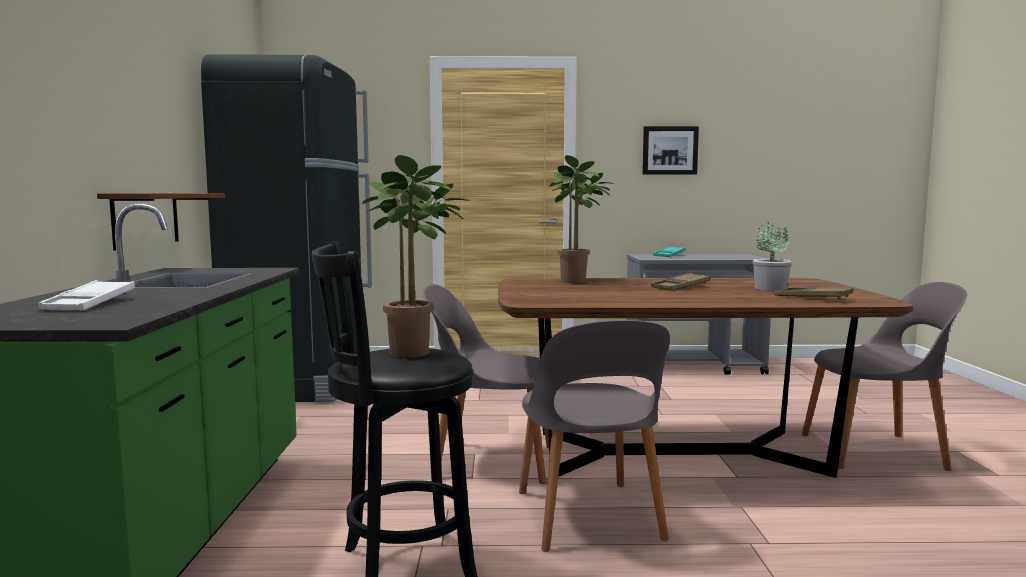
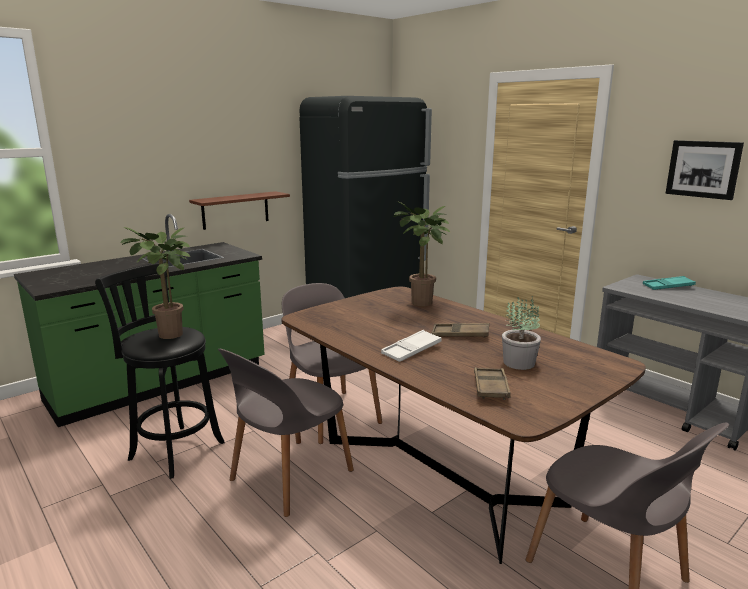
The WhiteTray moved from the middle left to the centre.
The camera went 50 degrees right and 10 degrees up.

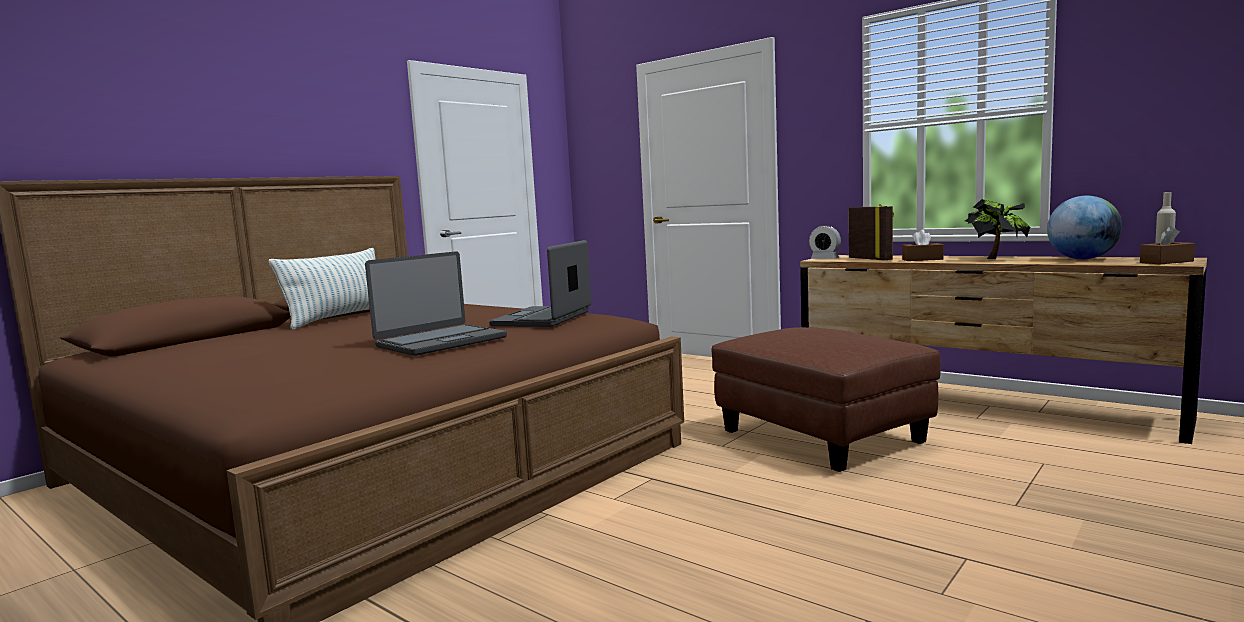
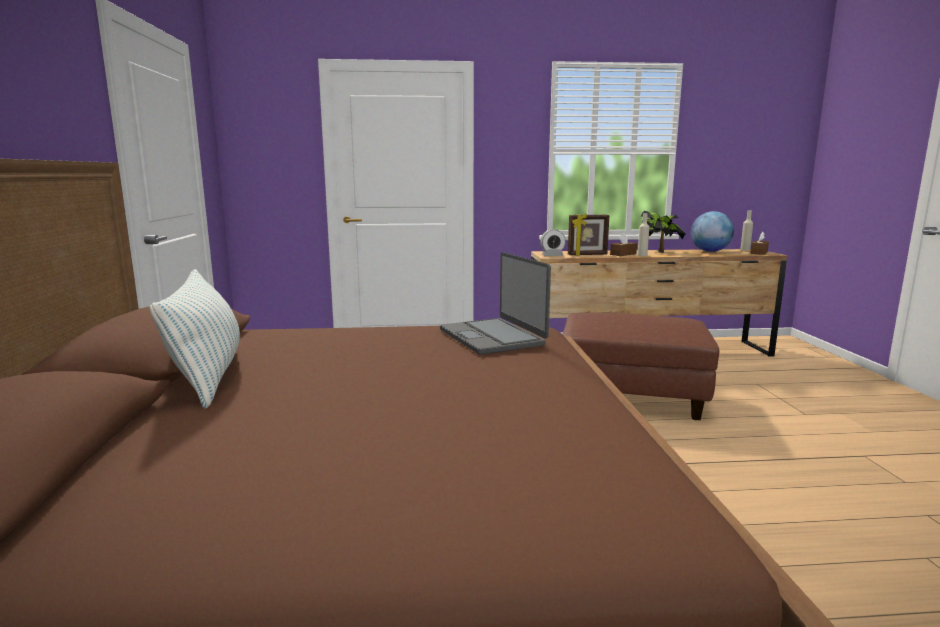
The Laptop (no. 1 from left) at the centre disappeared.
The PictureFrame at the middle right turned 150 degrees clockwise.
The BeigeBottle (no. 1 from left) at the middle right appeared.
The camera went 45 degrees left and 5 degrees up.

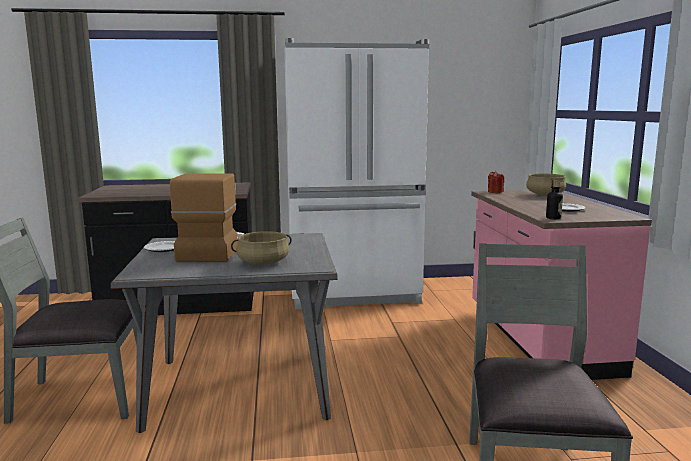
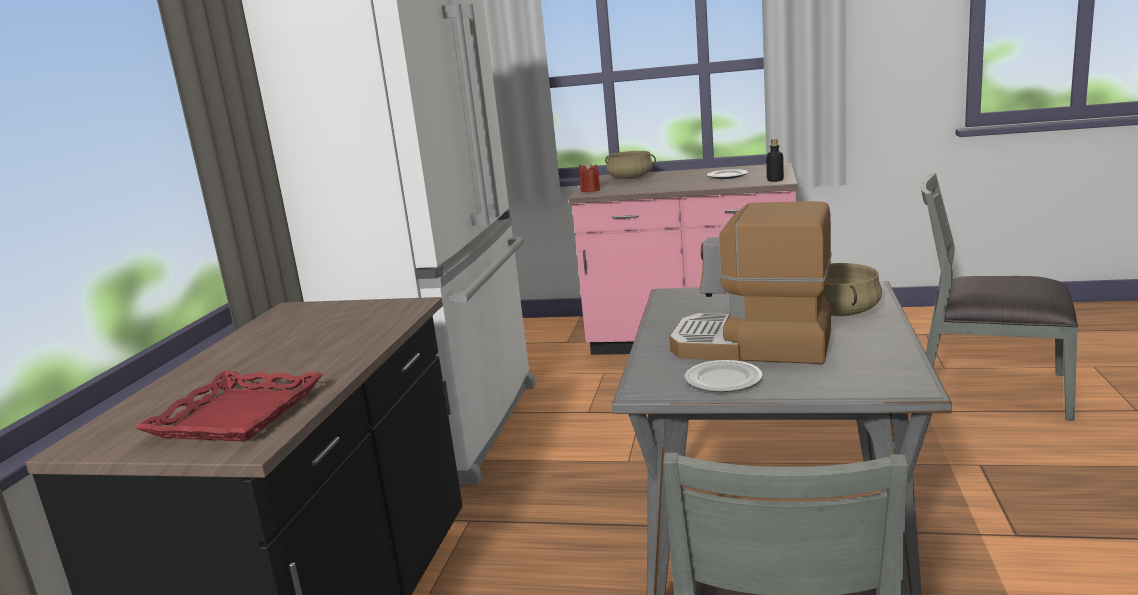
The RedTray at the bottom left appeared.
The camera went 70 degrees left and 5 degrees up.

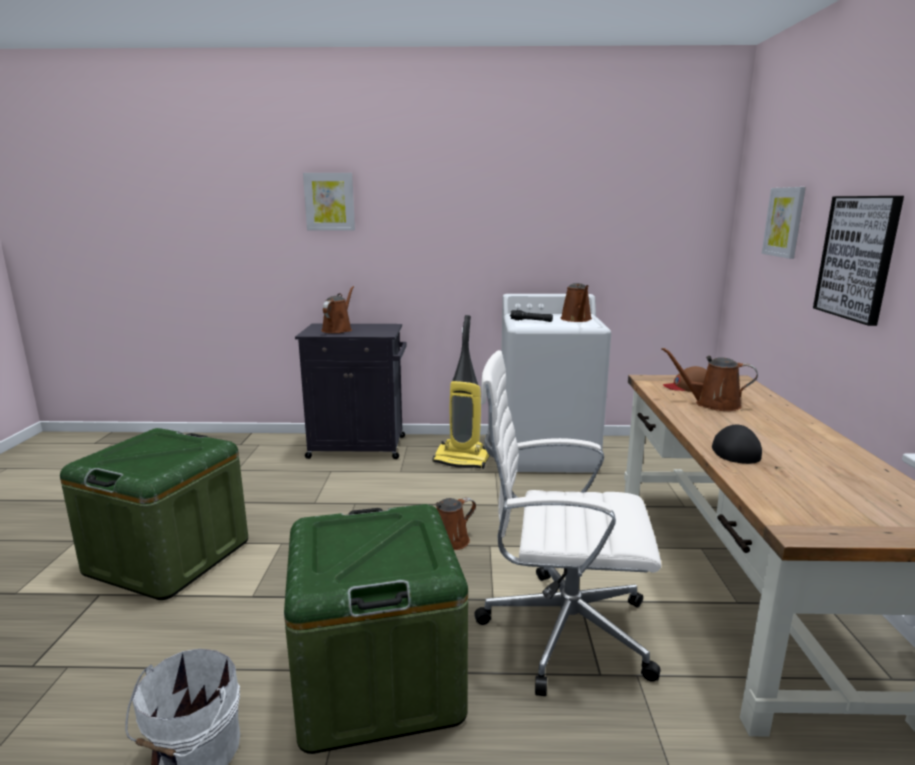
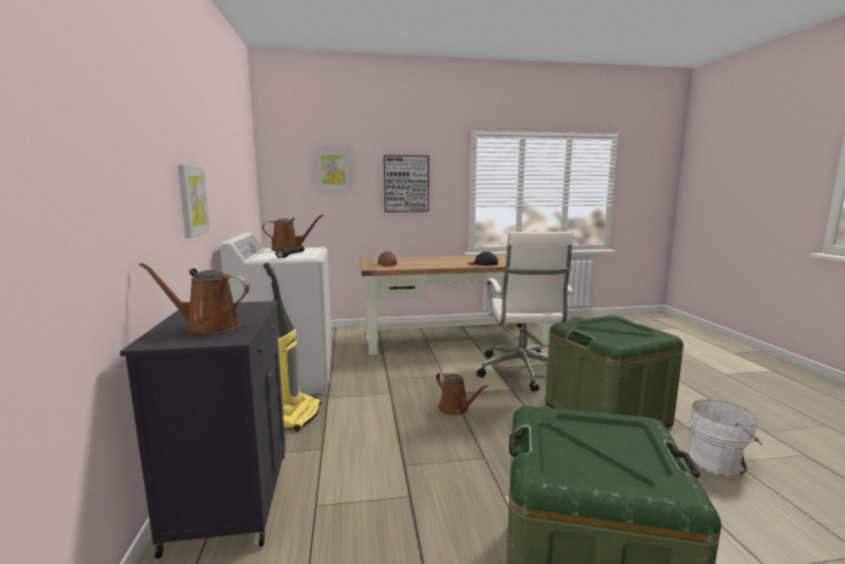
The Picture (no. 1 from left) moved from the top centre to the middle left.
The BrownWateringCan (no. 4 from left) at the middle right disappeared.
The camera went 100 degrees left and 5 degrees down.

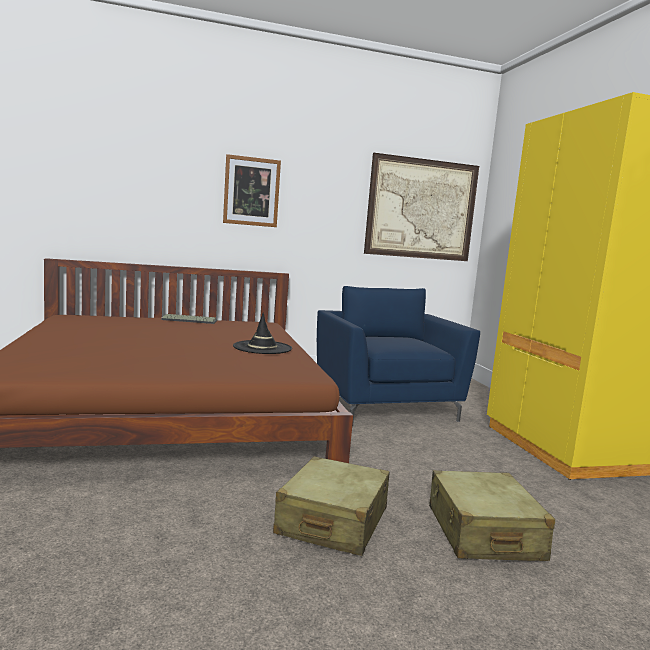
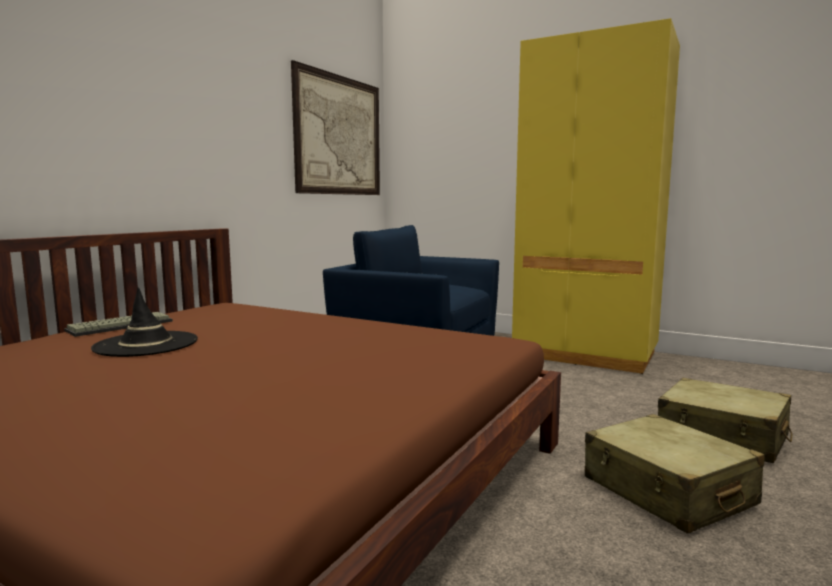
The Picture (no. 1 from left) at the top centre disappeared.
The BlackHat moved from the centre to the middle left.
The camera went 45 degrees left and 0 degrees up.

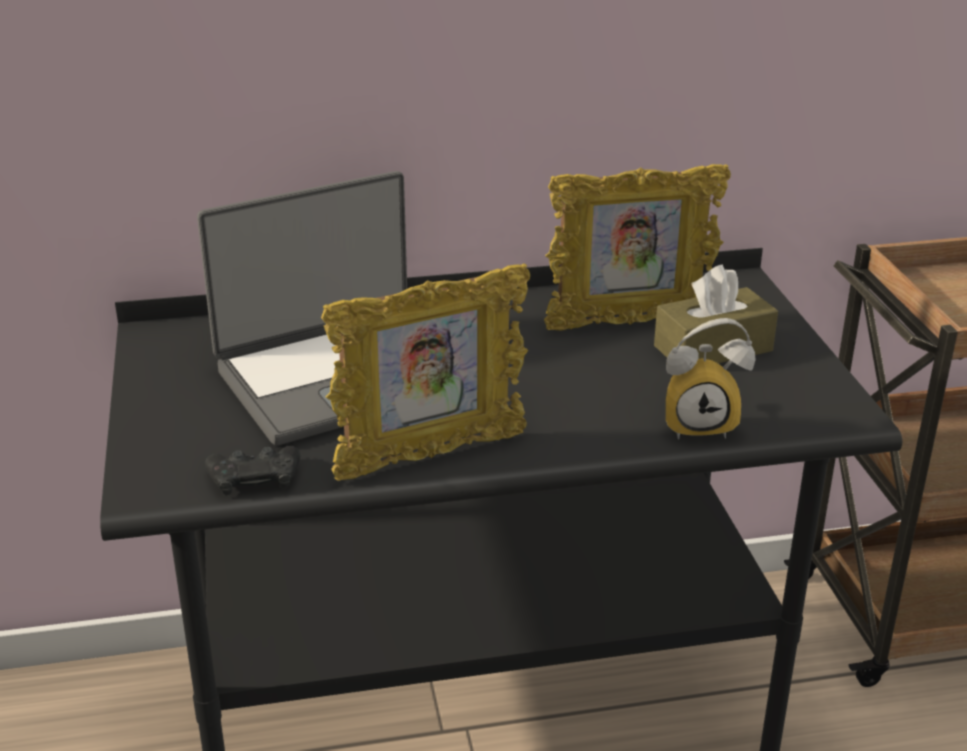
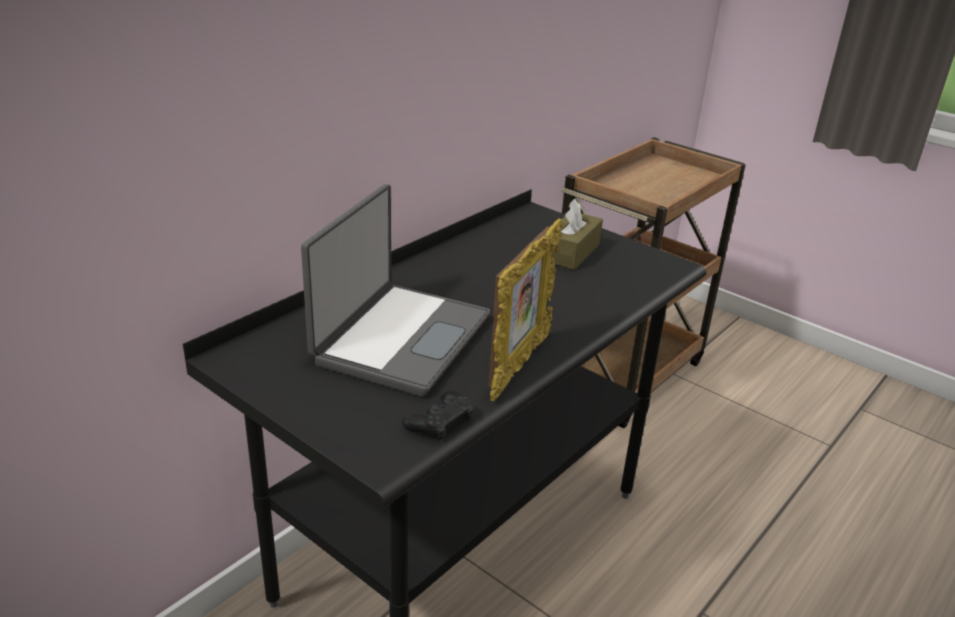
The PictureFrame (no. 2 from left) at the top centre disappeared.
The AlarmClock at the middle right disappeared.
The camera went 40 degrees left and 0 degrees up.

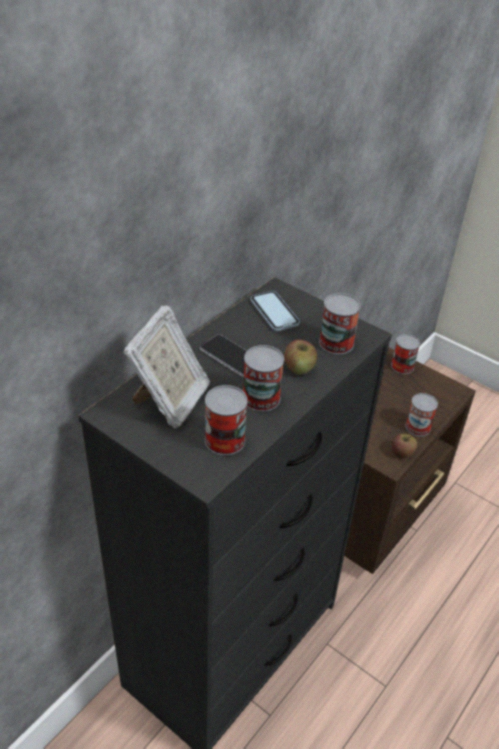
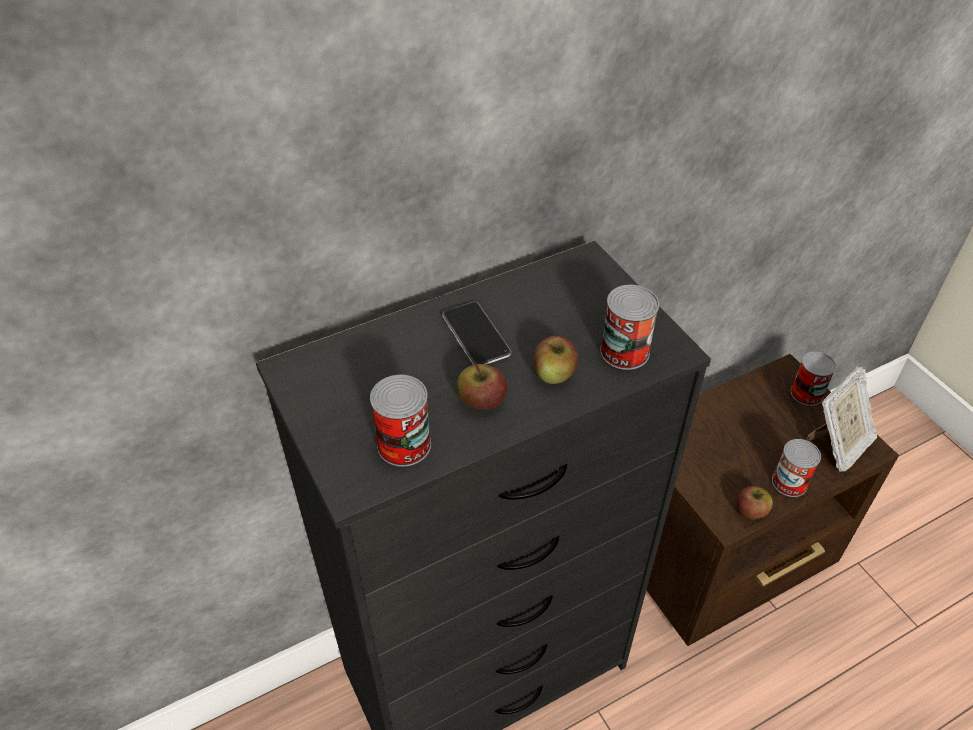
The PictureFrame moved from the centre to the middle right.
The Can (no. 2 from left) at the centre was replaced by the Apple (no. 1 from left) at the centre.
The Phone (no. 2 from left) at the centre disappeared.
The camera went 25 degrees right and 5 degrees up.

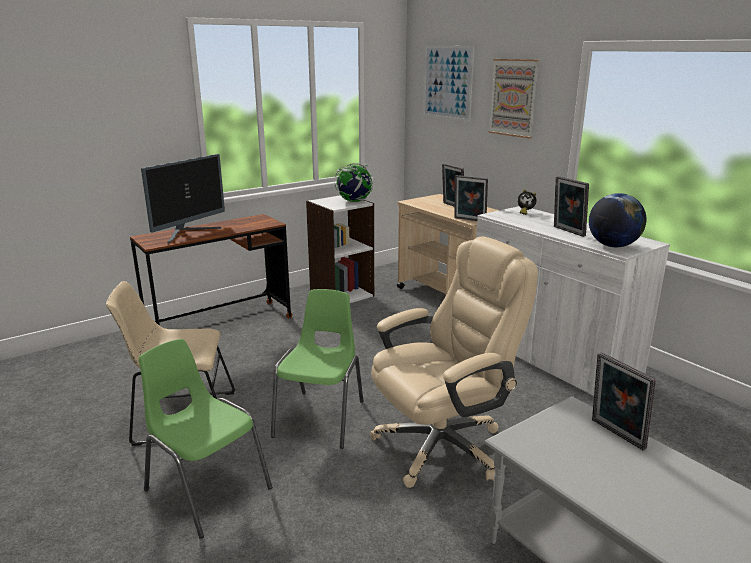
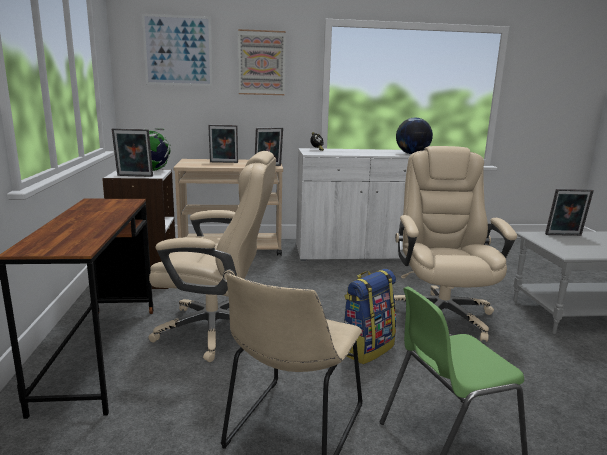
The Monitor at the middle left disappeared.
The GreenChair (no. 2 from left) at the centre was replaced by the Backpack at the bottom centre.
The PictureFrame (no. 3 from left in the first image) moved from the middle right to the middle left.
The BeigeOfficeChair (no. 1 from left) at the centre appeared.
The camera went 60 degrees left and 5 degrees down.

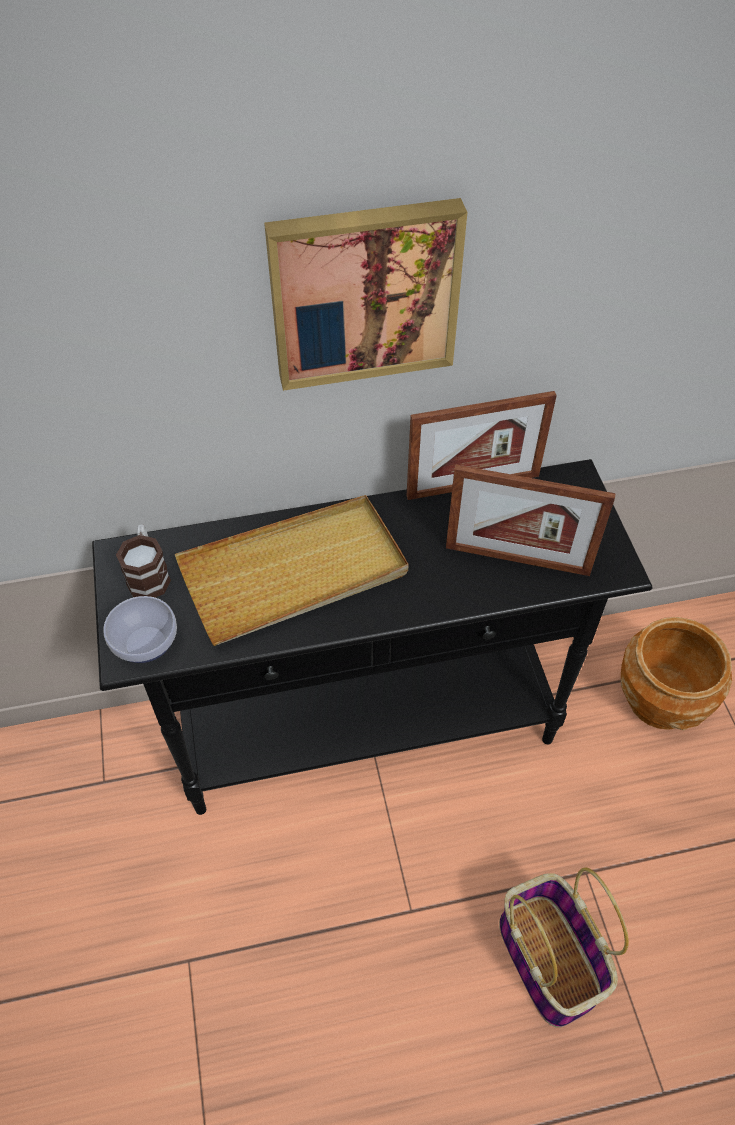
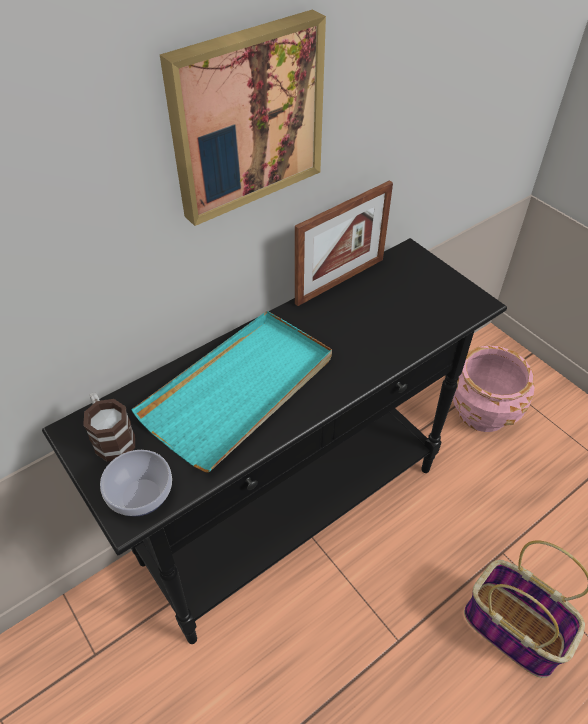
The BeigeTray at the centre became the TurquoiseTray at the centre.
The PictureFrame (no. 2 from left) at the middle right disappeared.
The BrownPlanter at the middle right became the PinkPlanter at the middle right.
The camera went 25 degrees left and 5 degrees down.

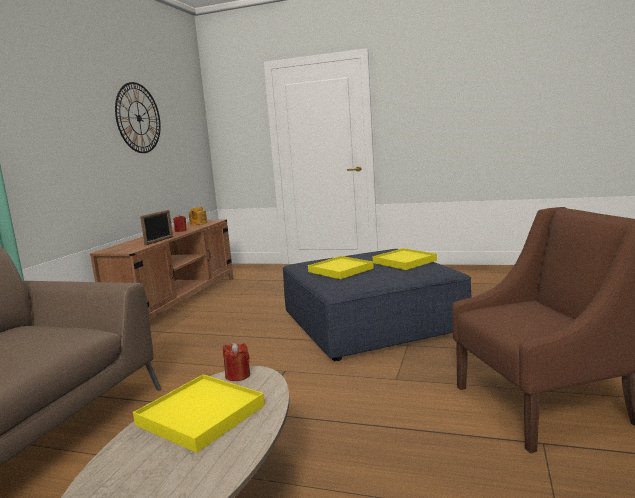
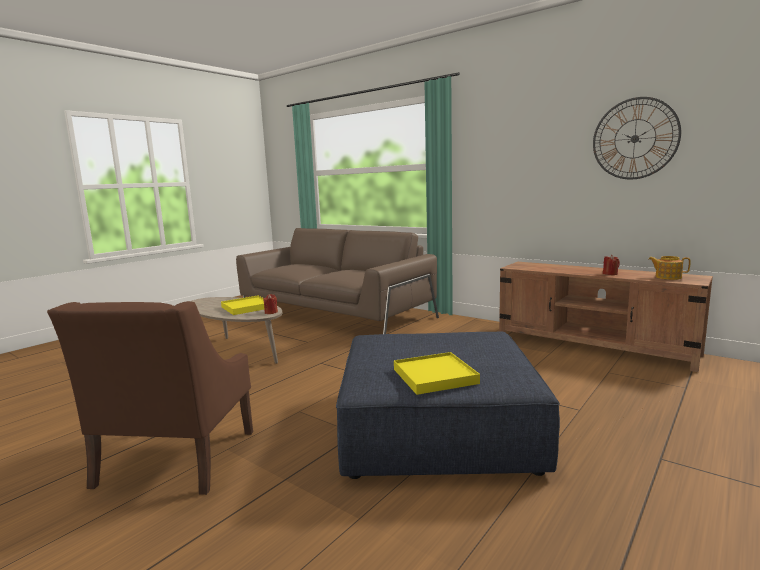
The PictureFrame at the middle left disappeared.
The YellowTray (no. 2 from left) at the centre disappeared.
The camera went 110 degrees right and 0 degrees up.

